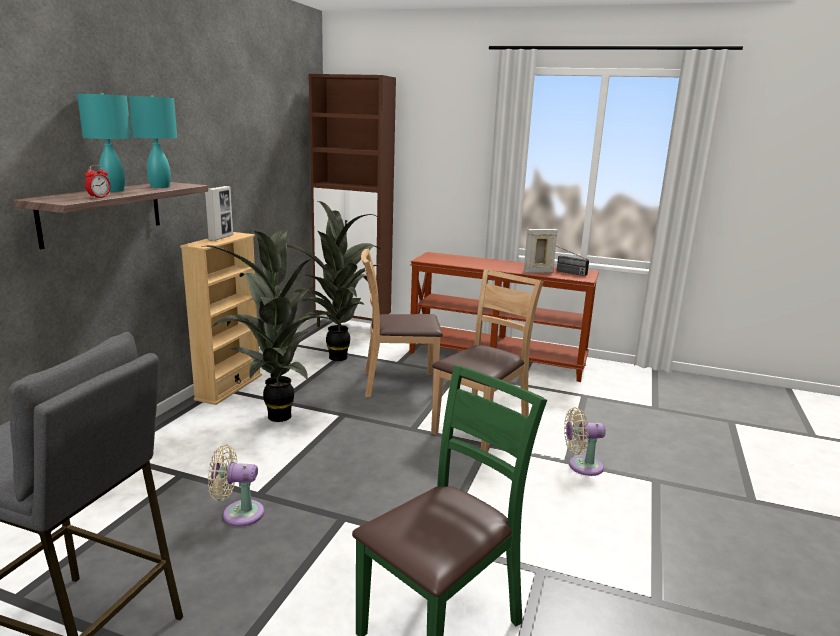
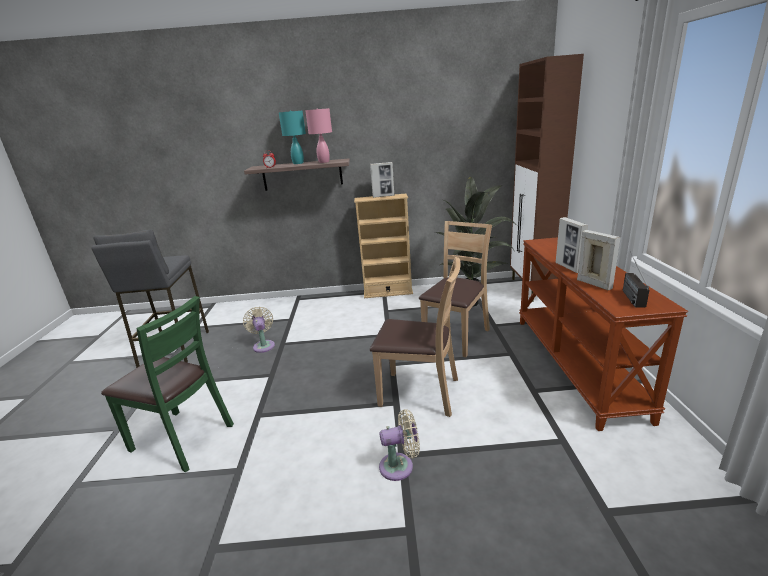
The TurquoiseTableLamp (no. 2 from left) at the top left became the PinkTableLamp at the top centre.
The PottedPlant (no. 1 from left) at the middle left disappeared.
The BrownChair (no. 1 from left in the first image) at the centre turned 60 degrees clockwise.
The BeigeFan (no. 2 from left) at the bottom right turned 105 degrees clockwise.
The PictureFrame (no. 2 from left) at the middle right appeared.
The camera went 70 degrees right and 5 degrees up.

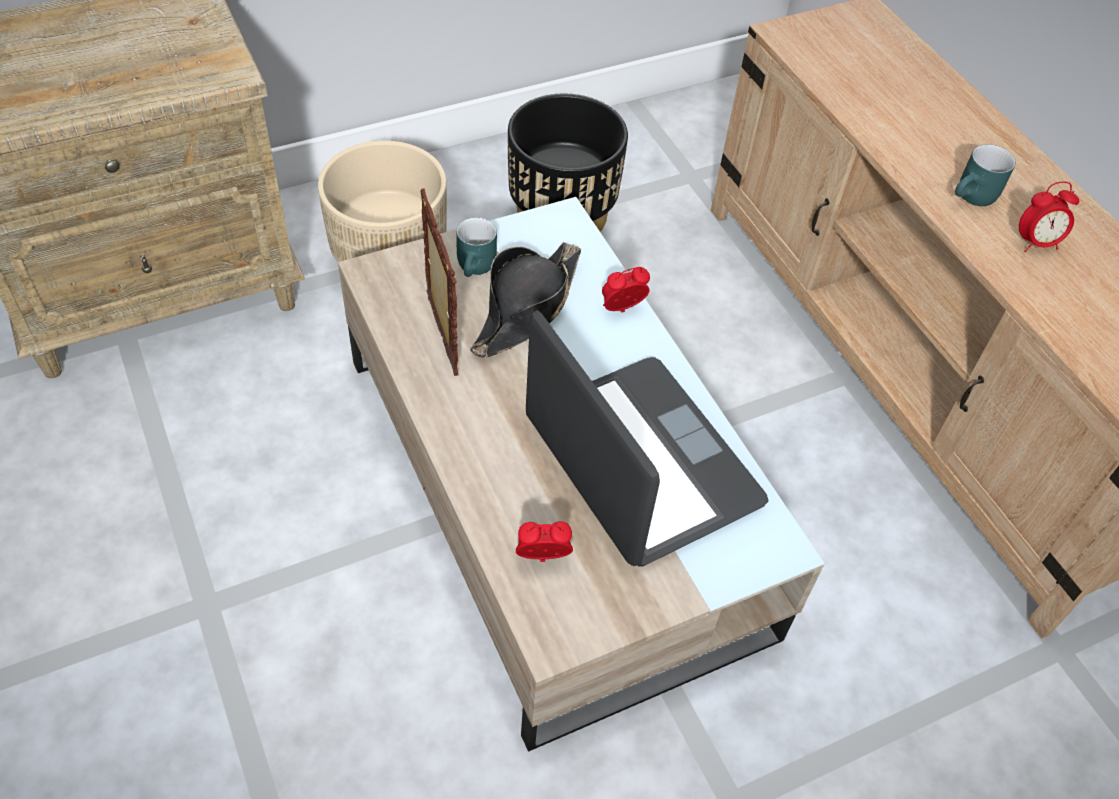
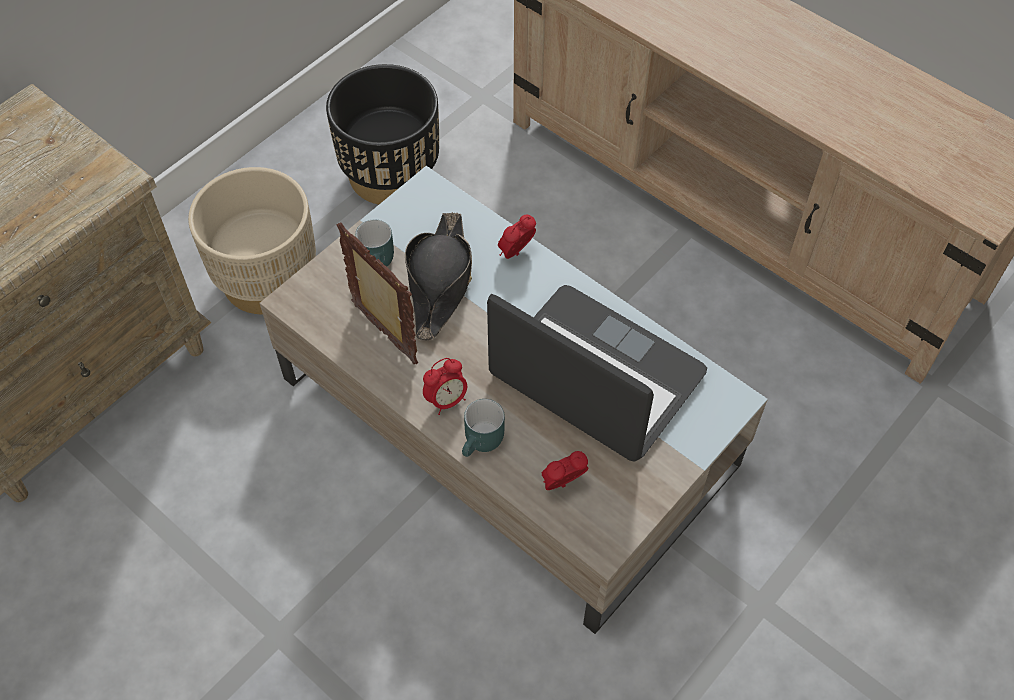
The TurquoiseMug (no. 2 from left) moved from the top right to the centre.
The AlarmClock (no. 3 from left in the first image) moved from the top right to the centre.
The camera went 20 degrees left and 5 degrees up.

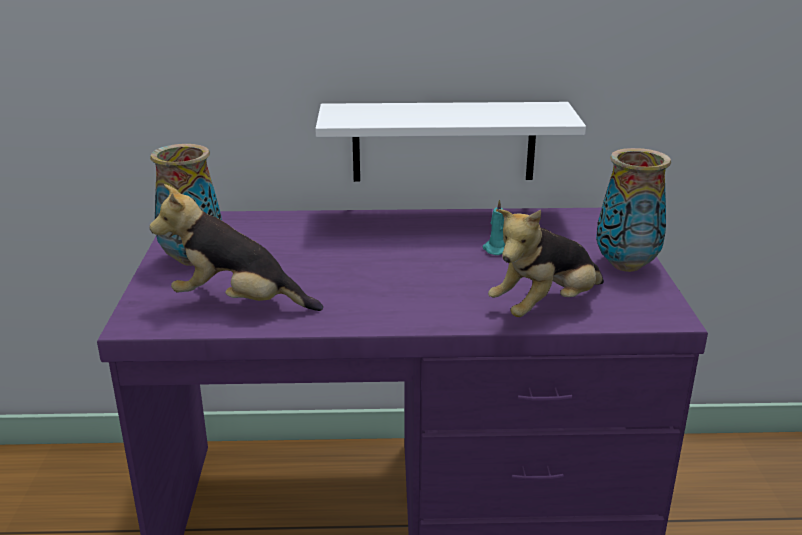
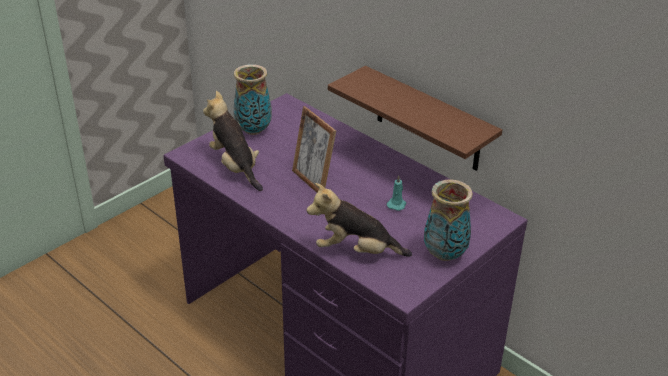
The WhiteShelf at the top centre became the BrownShelf at the top centre.
The PictureFrame at the centre appeared.
The camera went 45 degrees right and 10 degrees up.

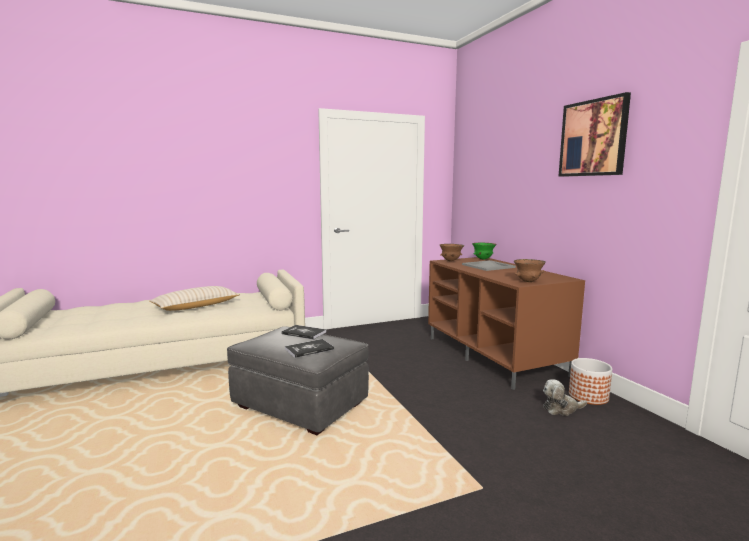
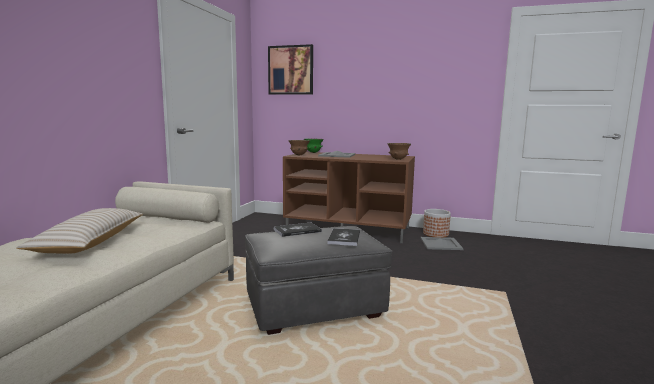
The PlushToy at the bottom right was replaced by the GreyTray (no. 2 from left) at the middle right.
The Picture moved from the top right to the top centre.
The camera went 50 degrees left and 0 degrees up.

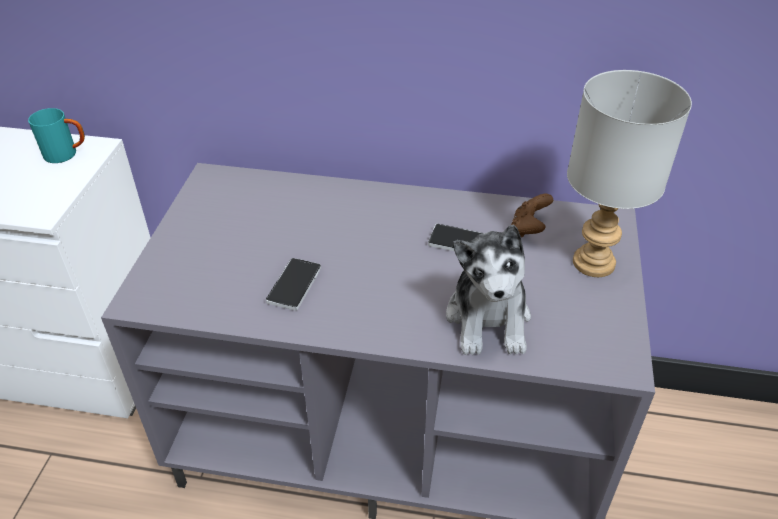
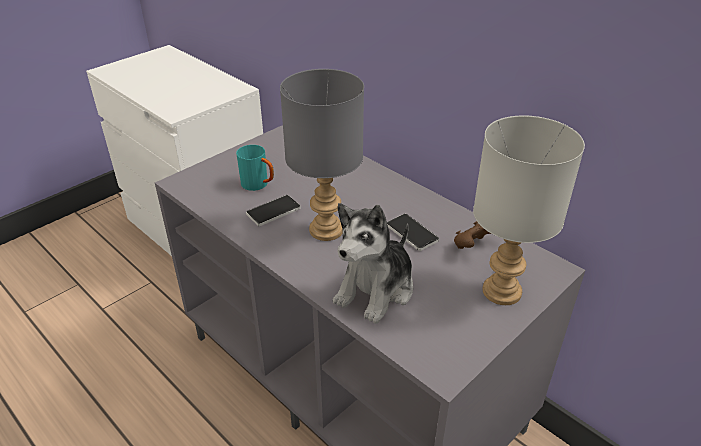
The TurquoiseMug moved from the top left to the centre.
The GreyTableLamp (no. 1 from left) at the centre appeared.
The camera went 35 degrees right and 5 degrees down.

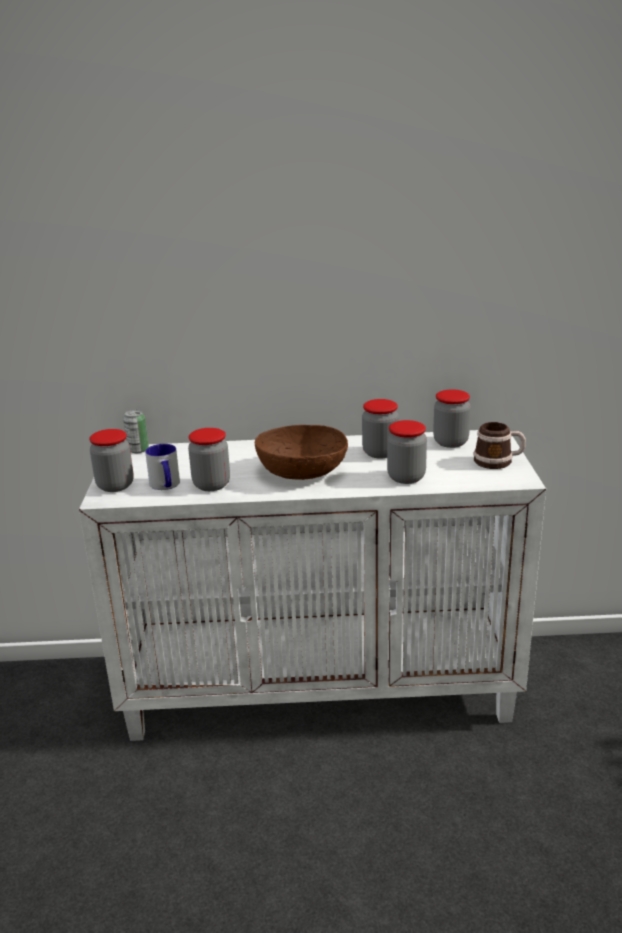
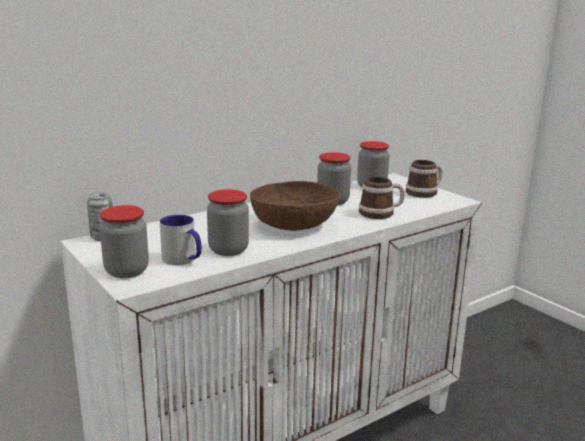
The Jar (no. 4 from left) at the centre was replaced by the Mug (no. 2 from left) at the centre.
The camera went 35 degrees left and 5 degrees down.

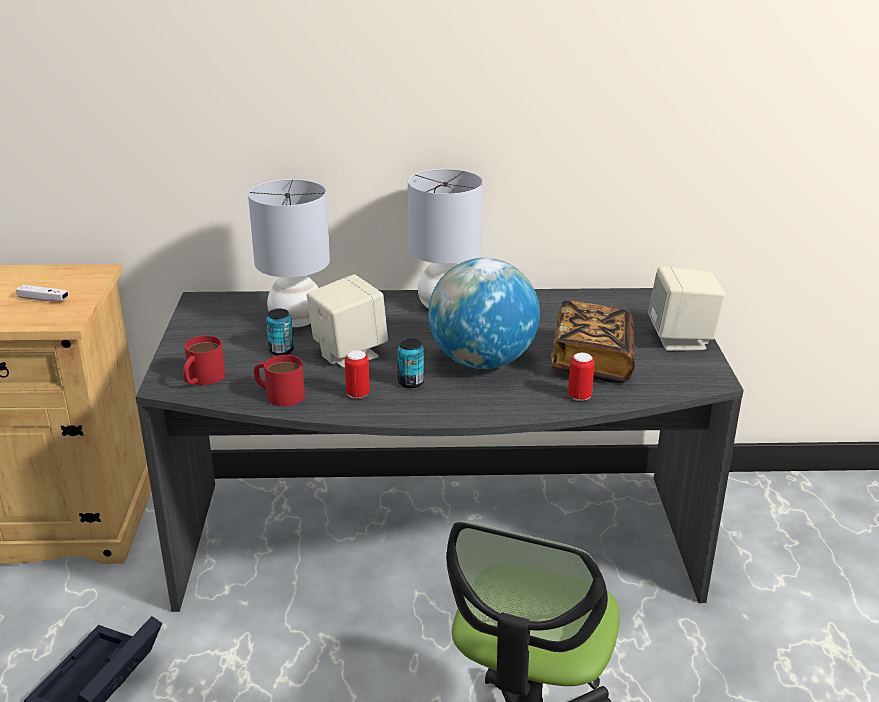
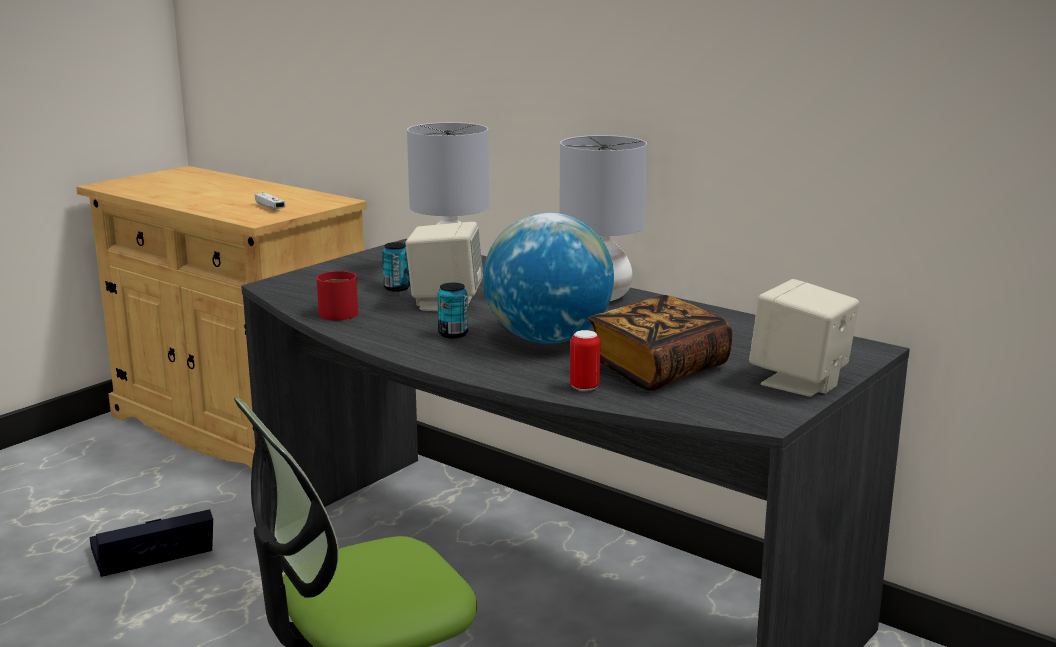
The RedMug (no. 1 from left) at the middle left disappeared.
The Can (no. 2 from left) at the centre disappeared.
The camera went 40 degrees right and 10 degrees down.

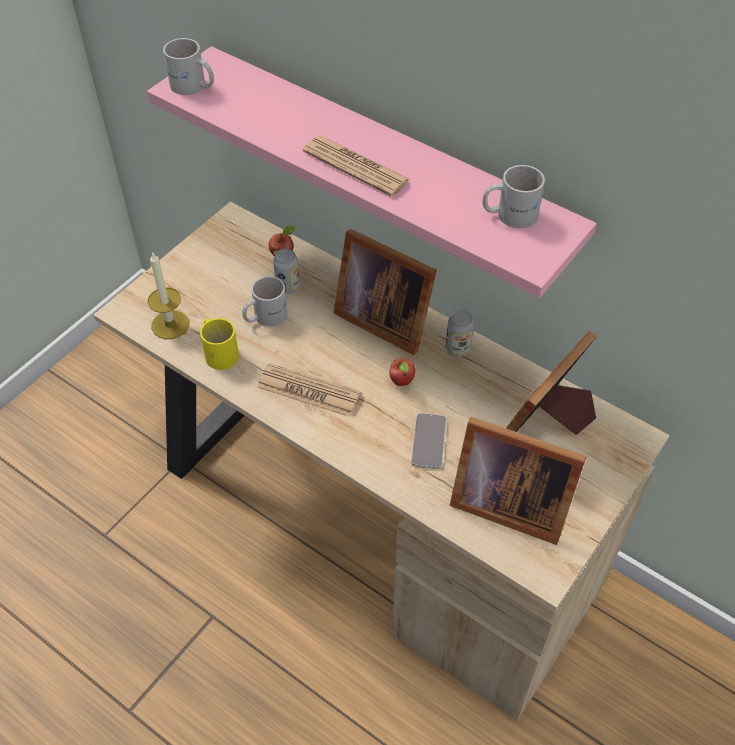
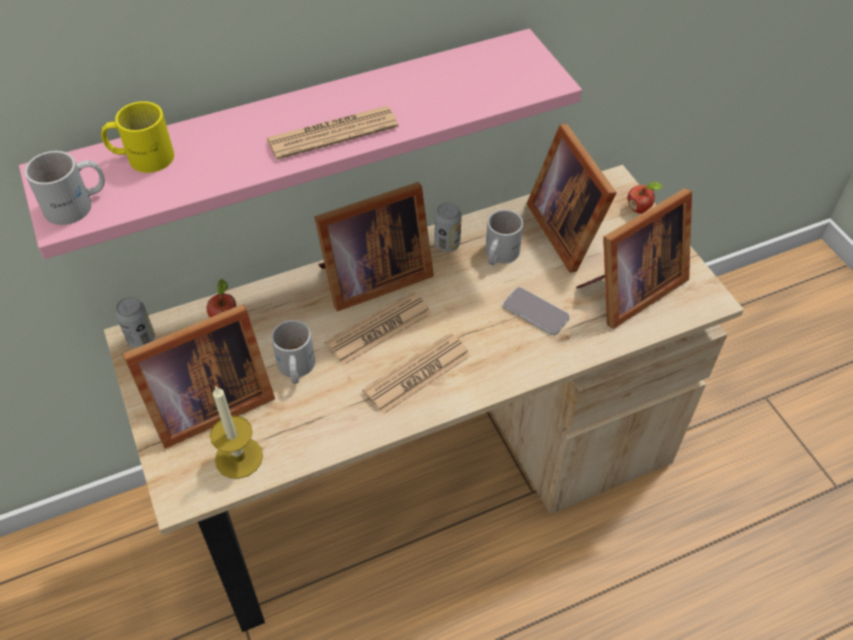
The YellowMug moved from the middle left to the top left.
The Can (no. 1 from left) moved from the centre to the middle left.
The Apple (no. 2 from left) moved from the centre to the top right.
The WhiteMug (no. 3 from left) moved from the top right to the centre.
The PictureFrame (no. 1 from left) at the middle left appeared.
The Newspaper (no. 2 from left) at the centre appeared.
The camera went 60 degrees left and 0 degrees up.

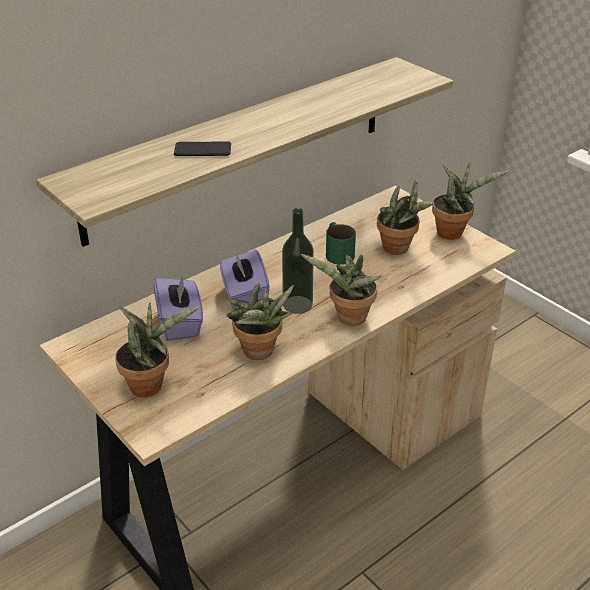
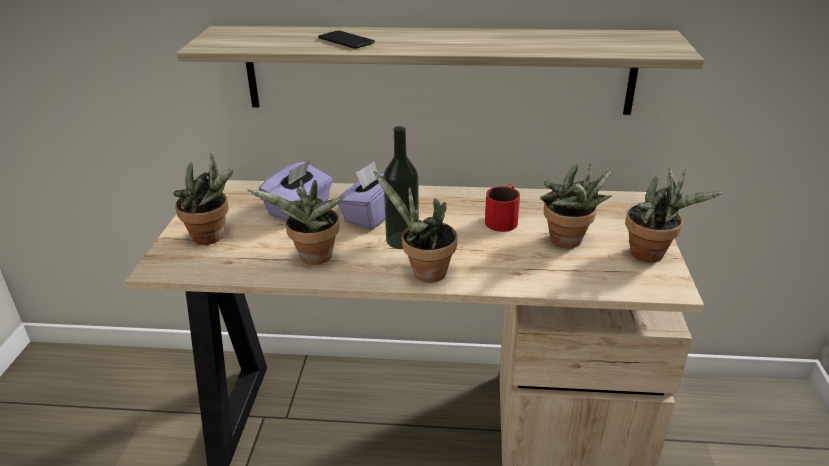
The GreenMug at the centre became the RedMug at the centre.
The camera went 45 degrees right and 5 degrees down.

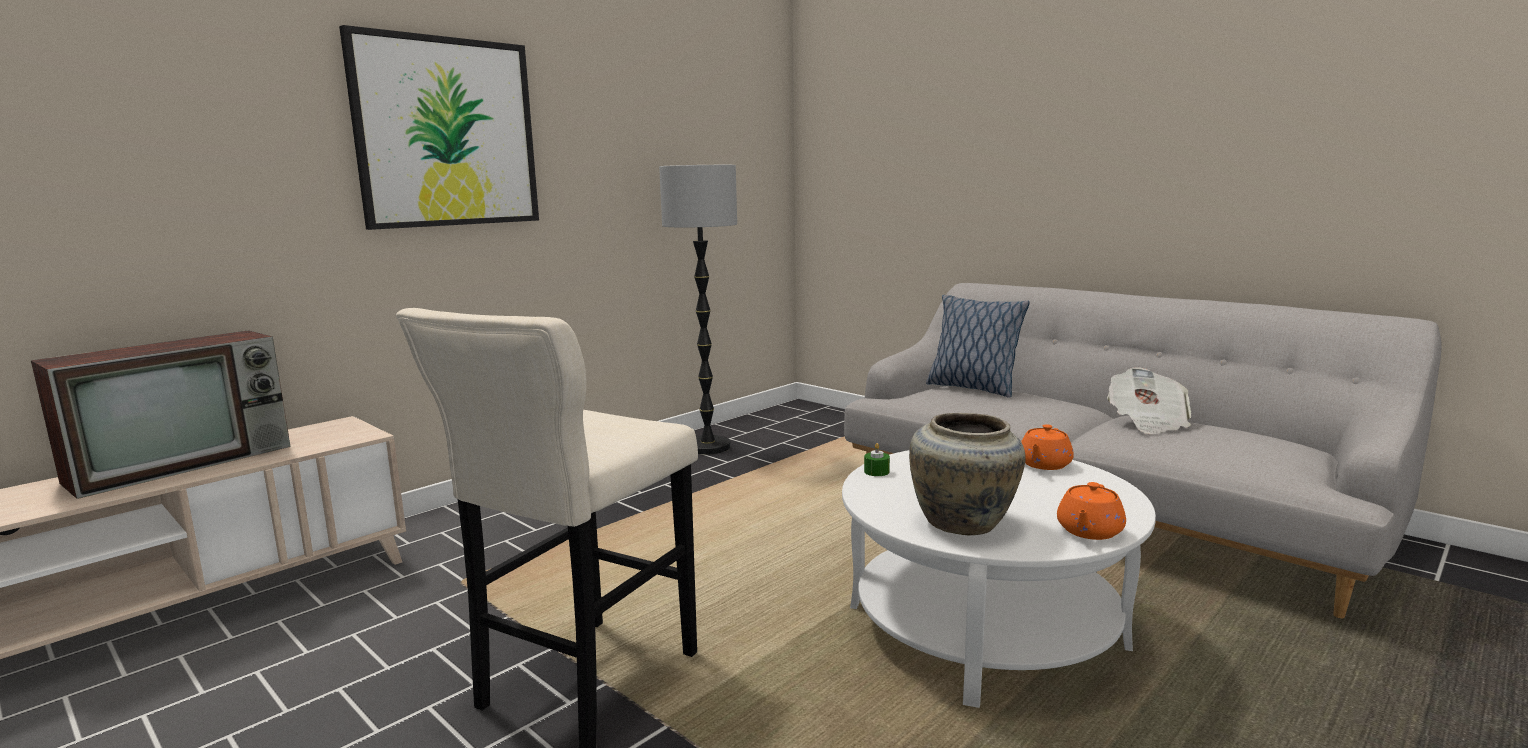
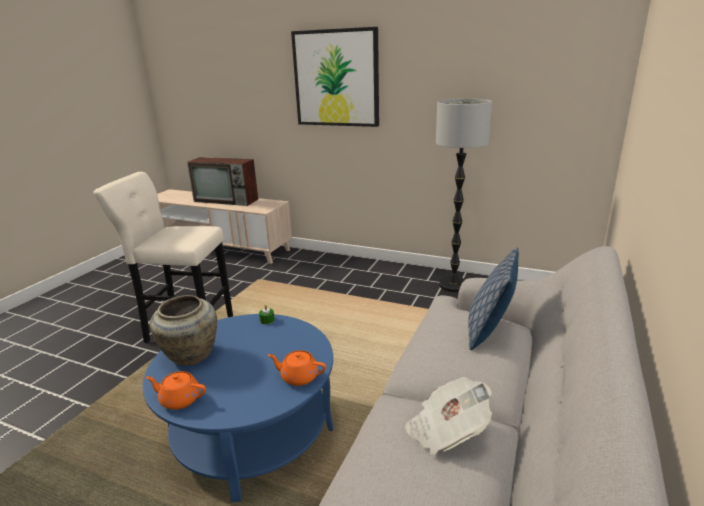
The WhiteCoffeeTable at the bottom centre became the BlueCoffeeTable at the bottom centre.
The camera went 70 degrees right and 10 degrees up.

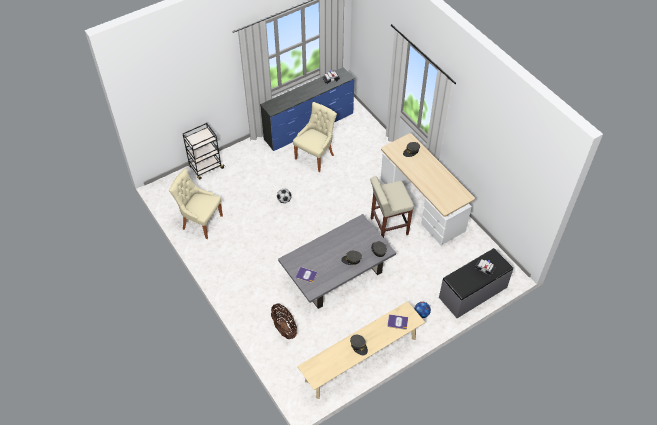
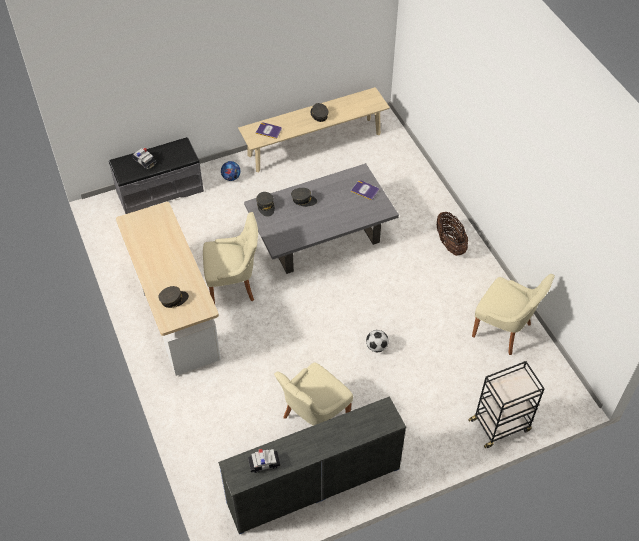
The Basket moved from the bottom centre to the middle right.
The BeigeStool at the centre was replaced by the BeigeChair (no. 1 from left) at the centre.
The camera went 170 degrees left and 0 degrees up.

